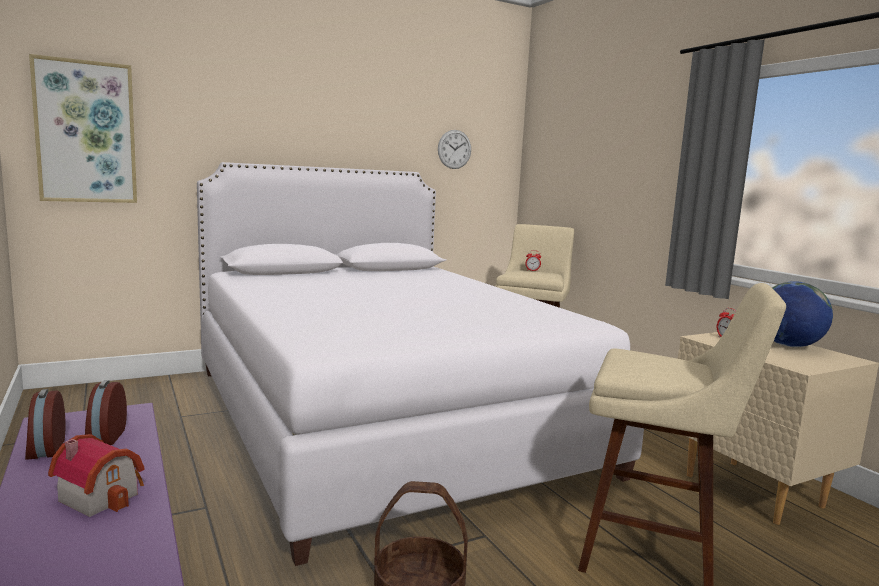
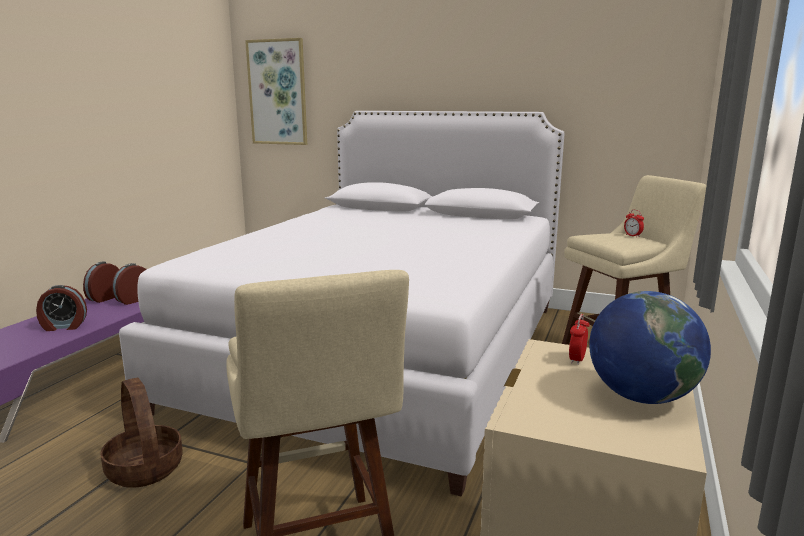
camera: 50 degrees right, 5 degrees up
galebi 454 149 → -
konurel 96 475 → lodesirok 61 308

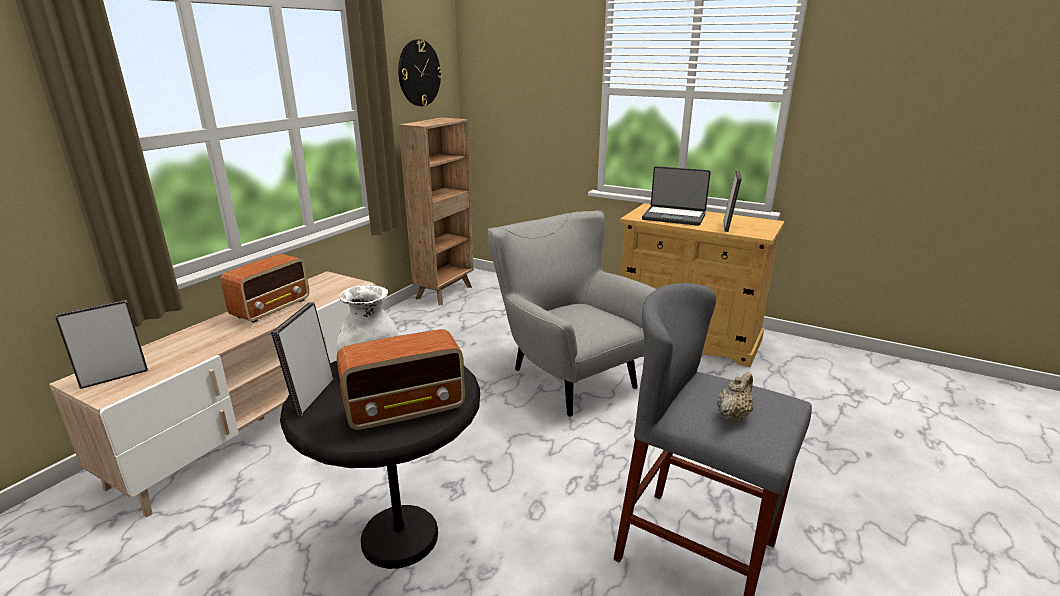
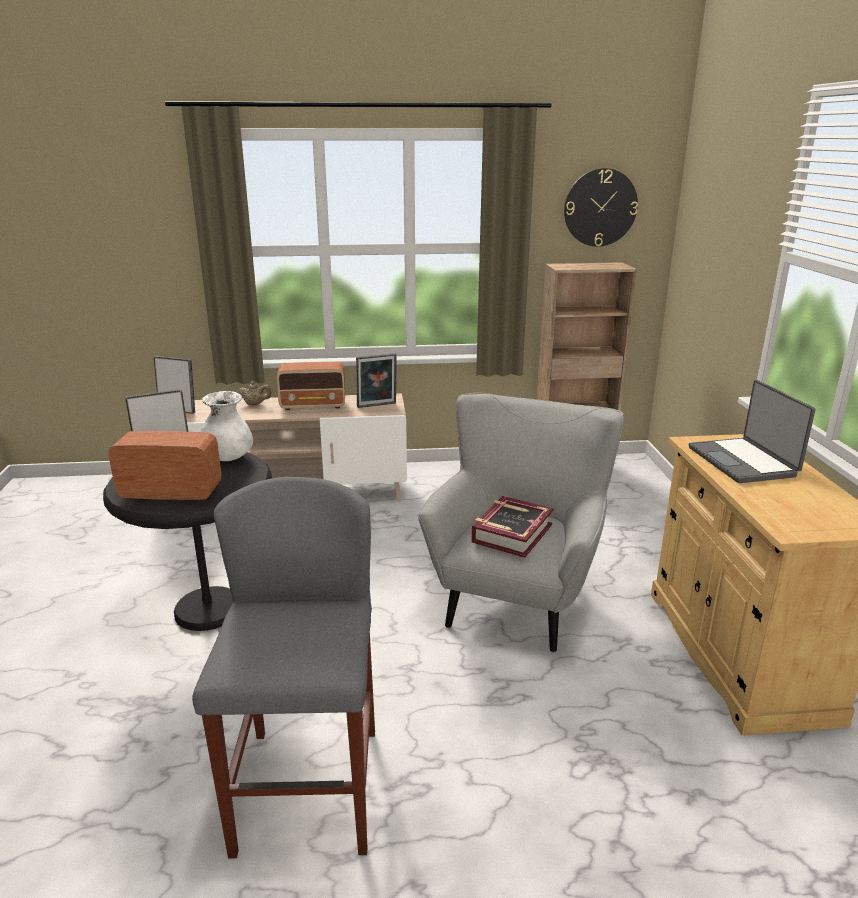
camera: 55 degrees right, 0 degrees up
- → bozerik 512 527
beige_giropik 735 397 → beige_giropik 254 393, move
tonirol 733 201 → tonirol 376 380, move
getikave 401 380 → getikave 165 466, 150 degrees clockwise

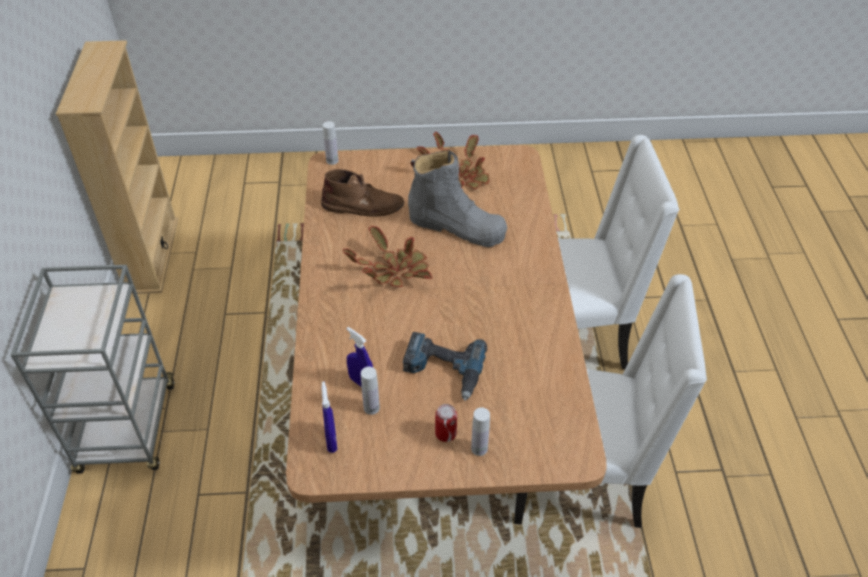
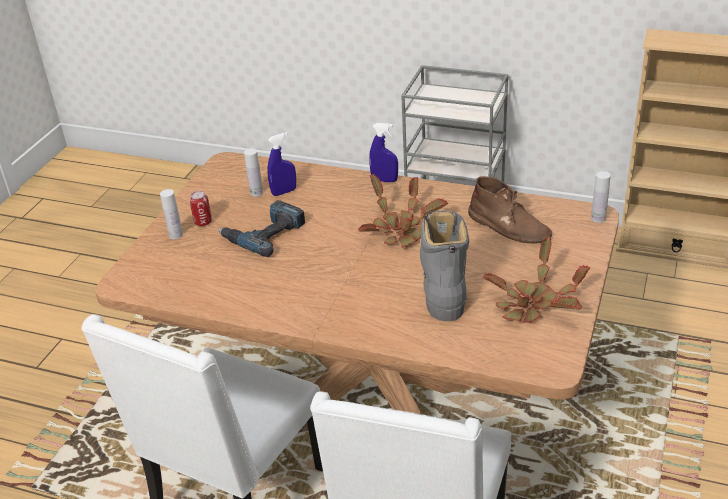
camera: 115 degrees right, 10 degrees down
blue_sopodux 329 417 → blue_sopodux 383 152, move
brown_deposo 362 193 → brown_deposo 510 209, 75 degrees counterclockwise
grey_deposo 457 198 → grey_deposo 444 265, 135 degrees clockwise

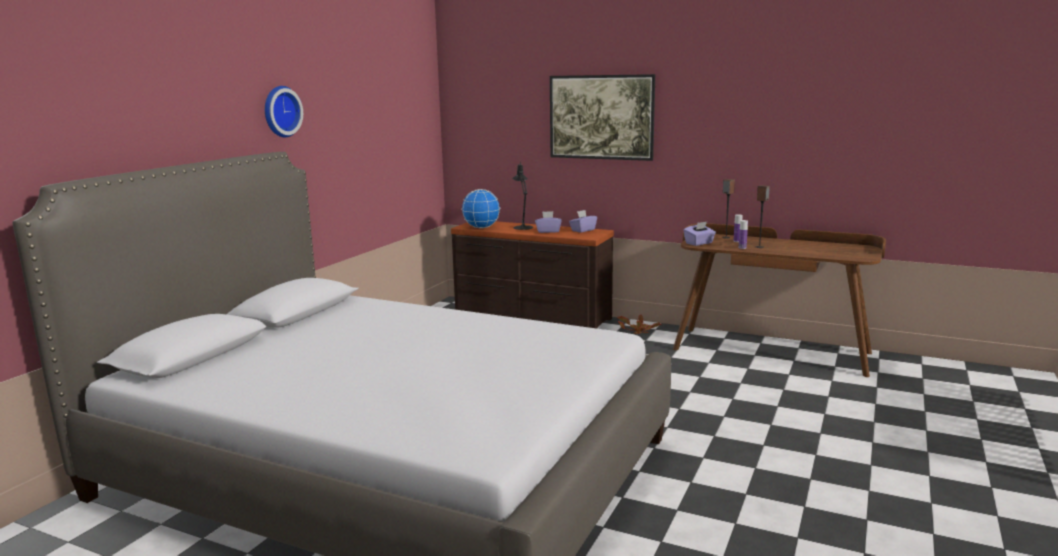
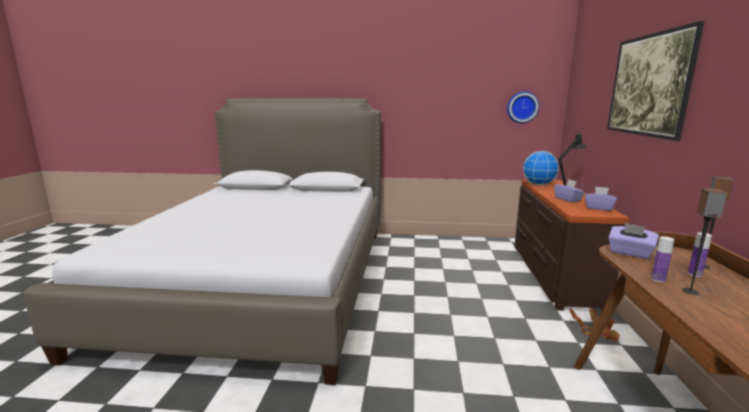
camera: 70 degrees right, 0 degrees up
galebi 284 111 → galebi 523 107, move

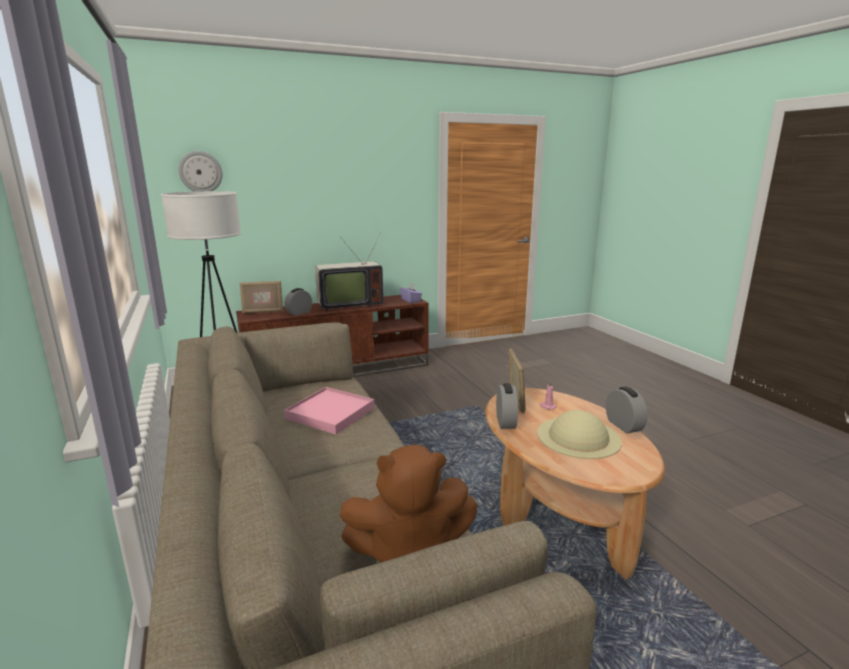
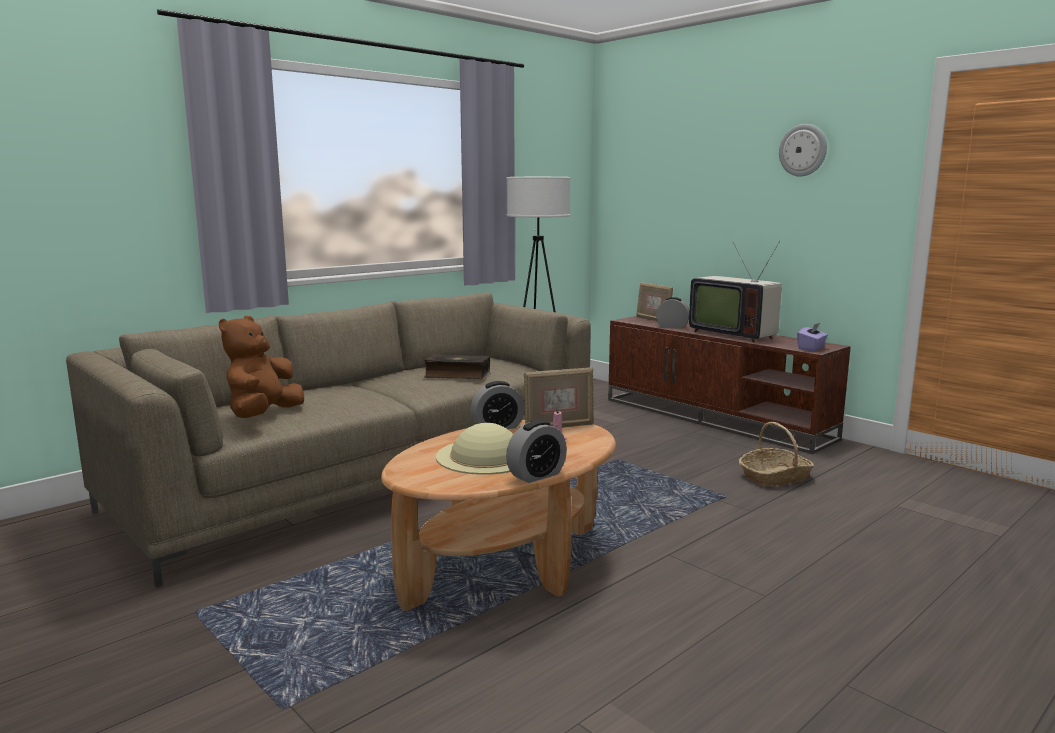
camera: 70 degrees right, 5 degrees down
- → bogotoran 776 454
galebi 200 171 → galebi 803 150, move
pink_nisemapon 329 411 → bozerik 457 366
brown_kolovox 409 503 → brown_kolovox 261 367, 45 degrees clockwise

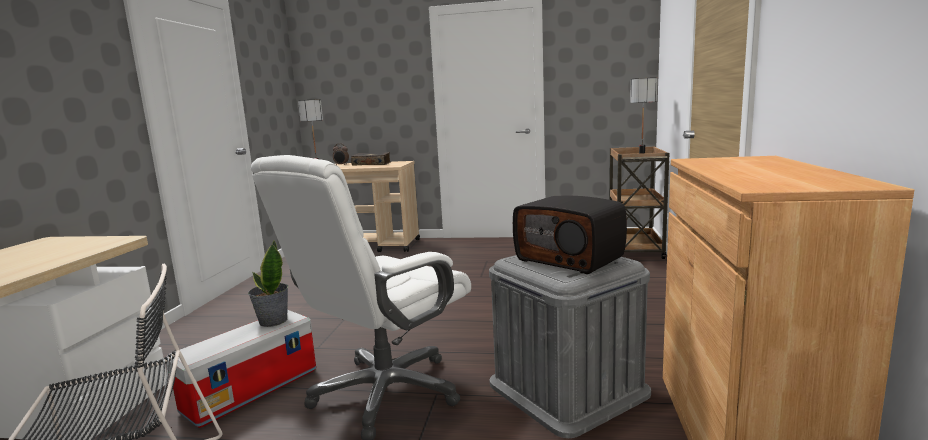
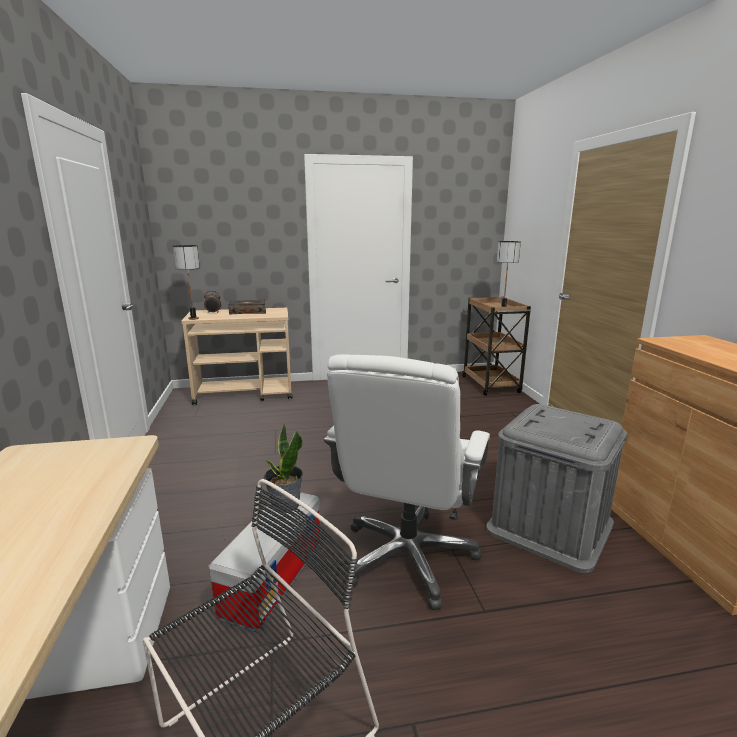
camera: 20 degrees left, 5 degrees up
getikave 570 234 → -

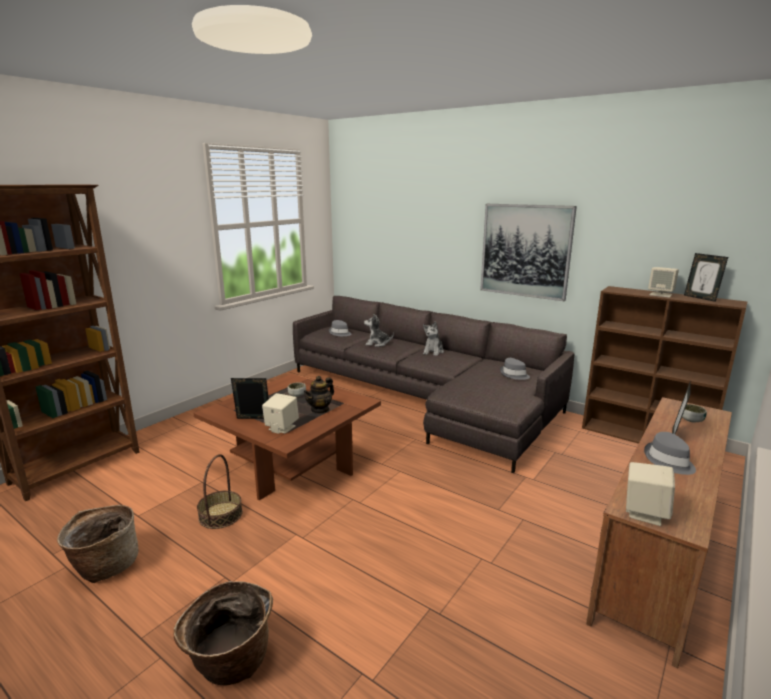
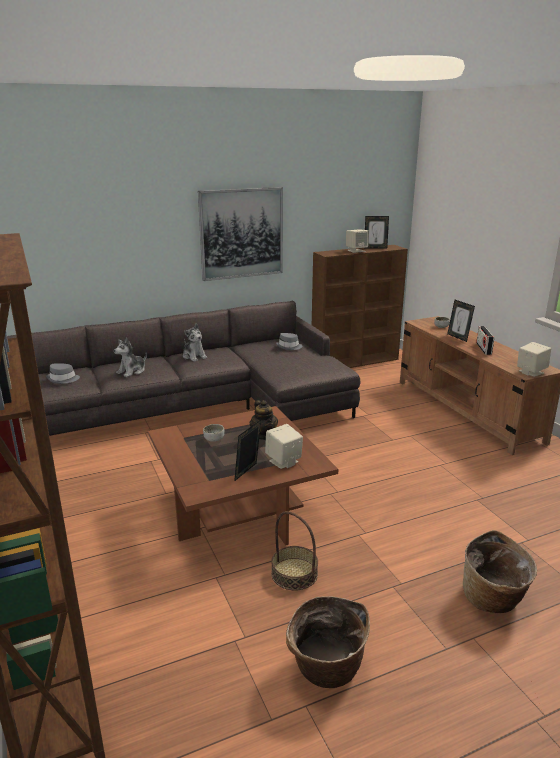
camera: 60 degrees left, 5 degrees up
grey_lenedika 670 453 → getikave 485 340

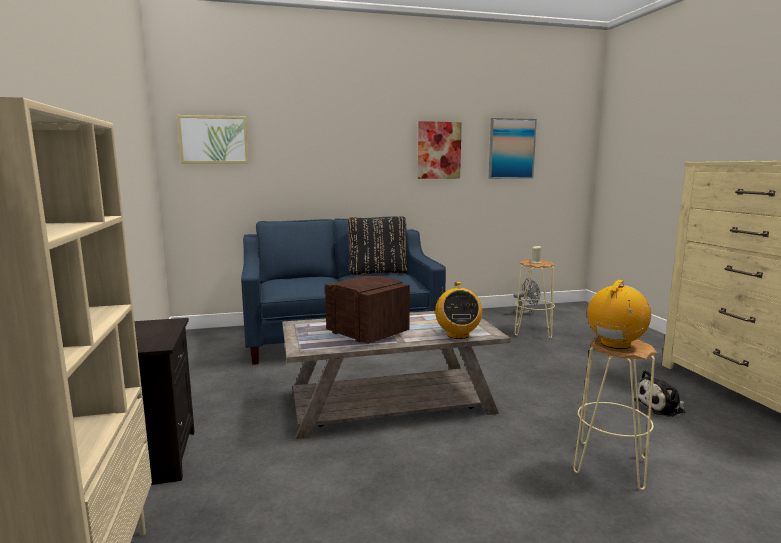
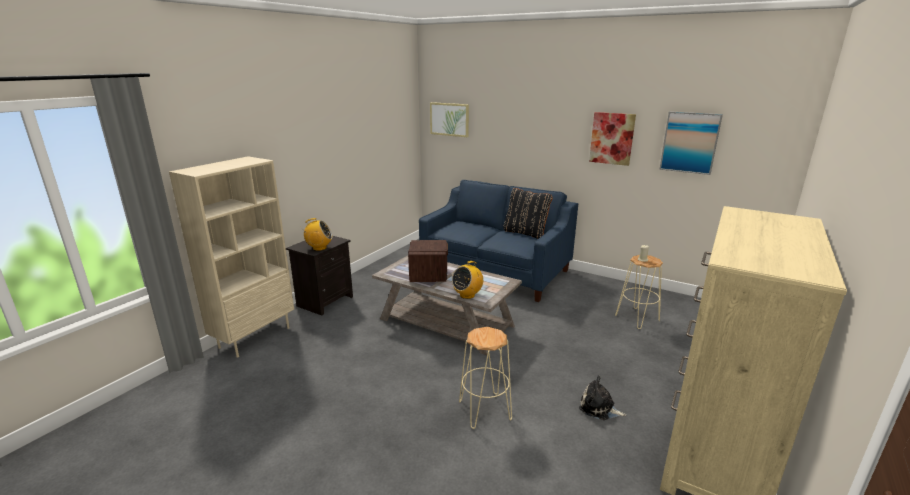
camera: 45 degrees right, 10 degrees up
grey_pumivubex 527 296 → -
getikave 619 314 → getikave 318 234, move

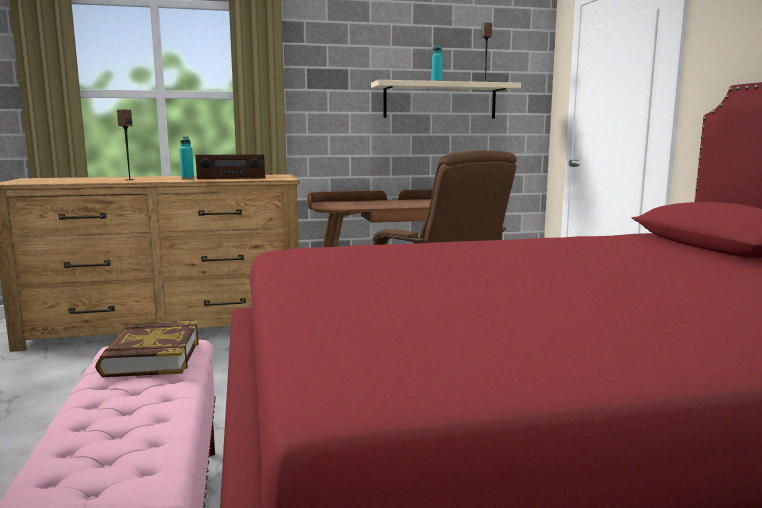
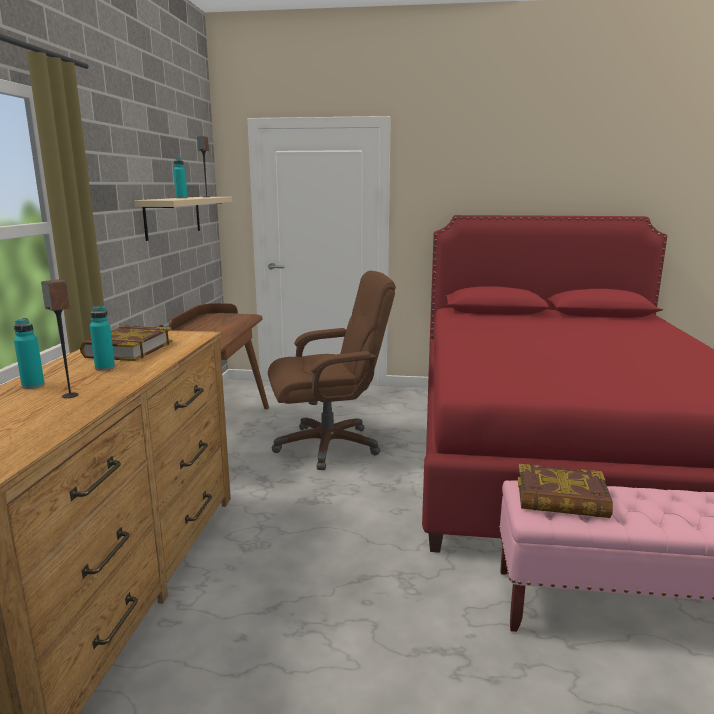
camera: 70 degrees left, 5 degrees up
- → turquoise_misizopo 29 353
getikave 230 166 → bozerik 126 343

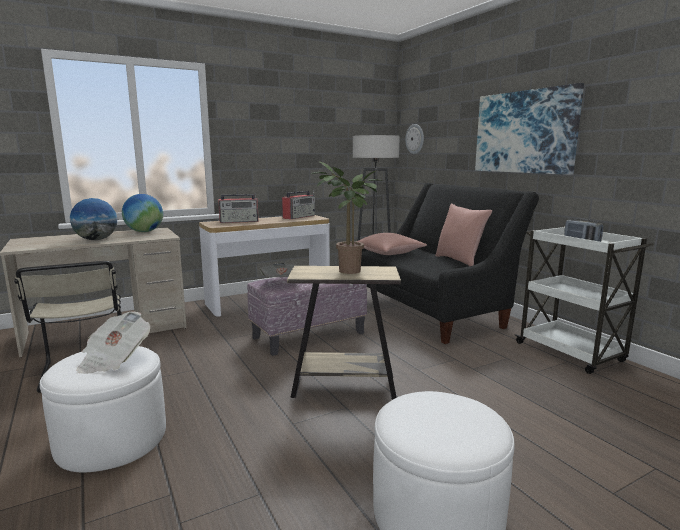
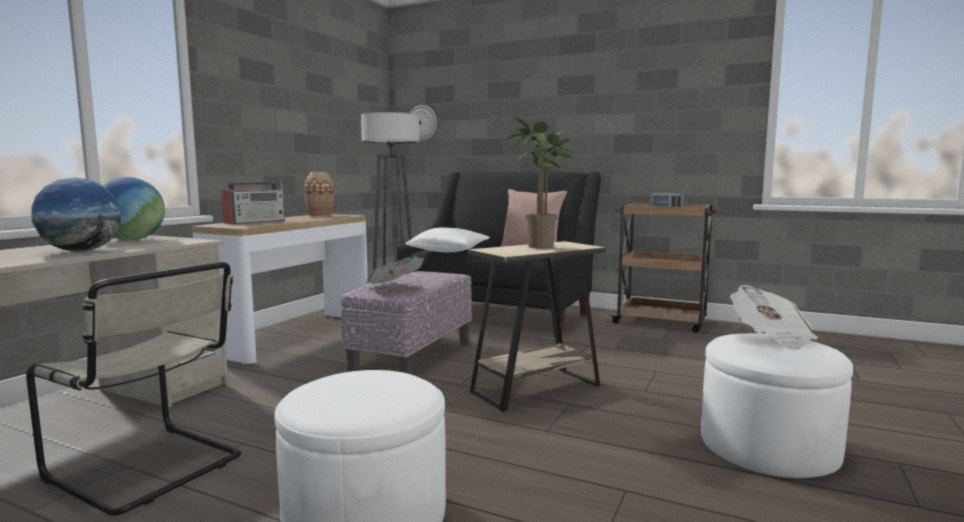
camera: 35 degrees left, 5 degrees down
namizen 529 129 → -
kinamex 113 342 → kinamex 774 317, move
getikave 298 204 → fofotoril 319 194
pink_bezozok 391 244 → white_bezozok 447 239
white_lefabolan 584 300 → brown_lefabolan 665 268

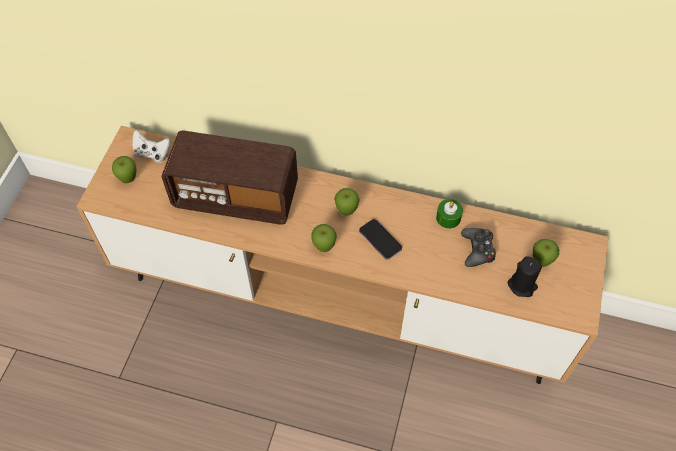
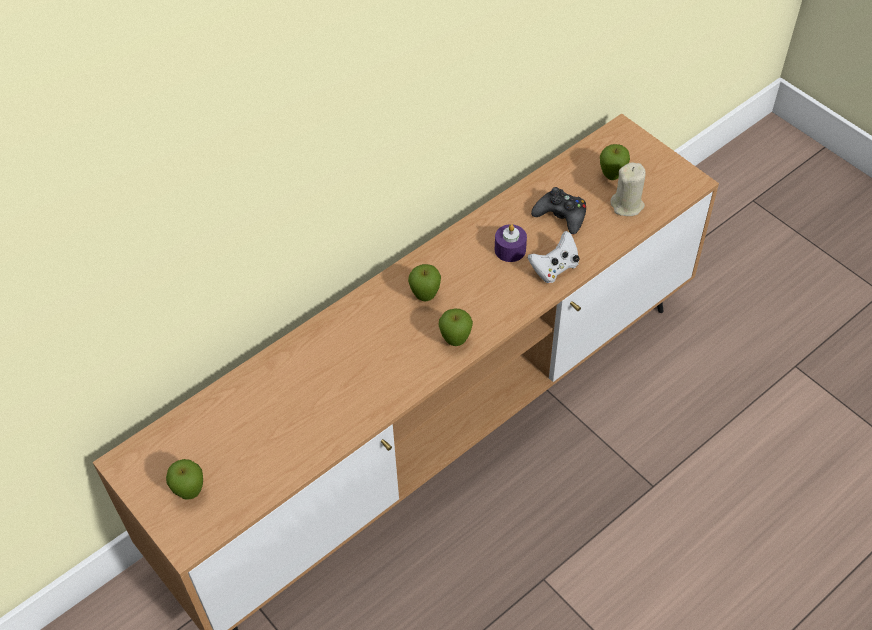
camera: 55 degrees left, 5 degrees down
getikave 230 178 → -
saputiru 380 239 → -
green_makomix 449 214 → -
- → purple_makomix 511 243
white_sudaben 151 146 → white_sudaben 554 257, move
black_makomix 525 276 → beige_makomix 628 189

